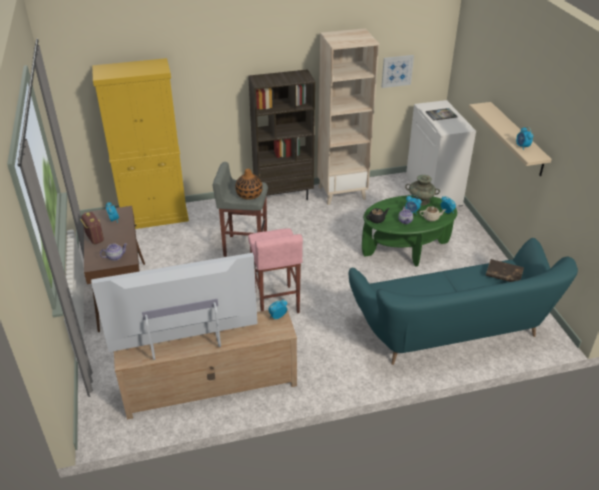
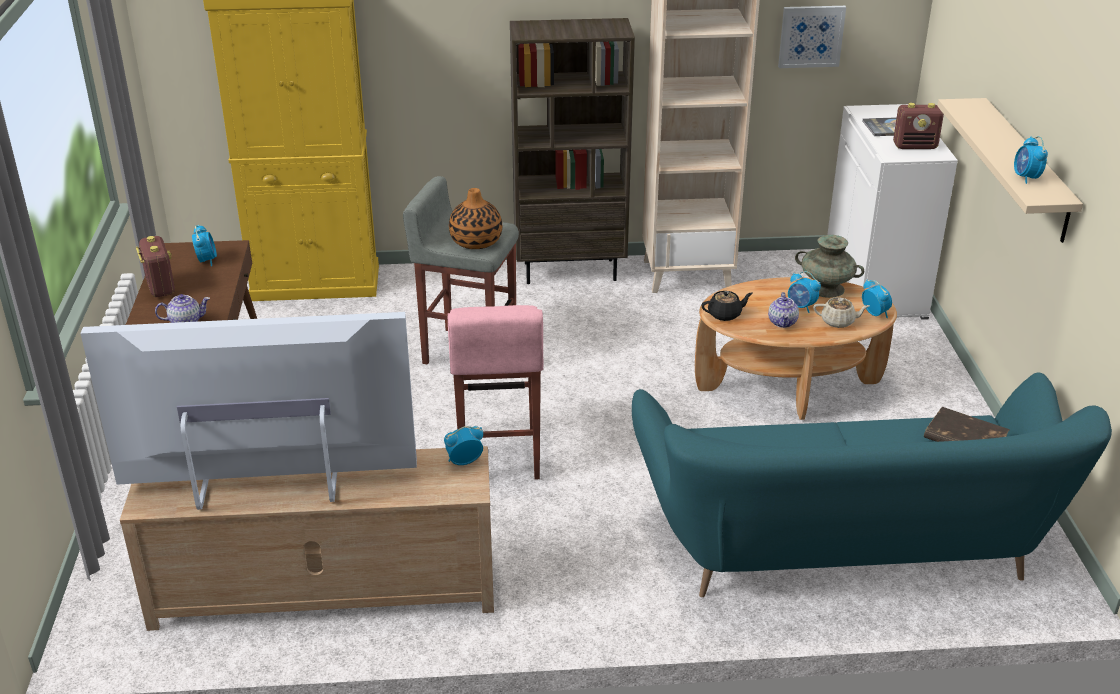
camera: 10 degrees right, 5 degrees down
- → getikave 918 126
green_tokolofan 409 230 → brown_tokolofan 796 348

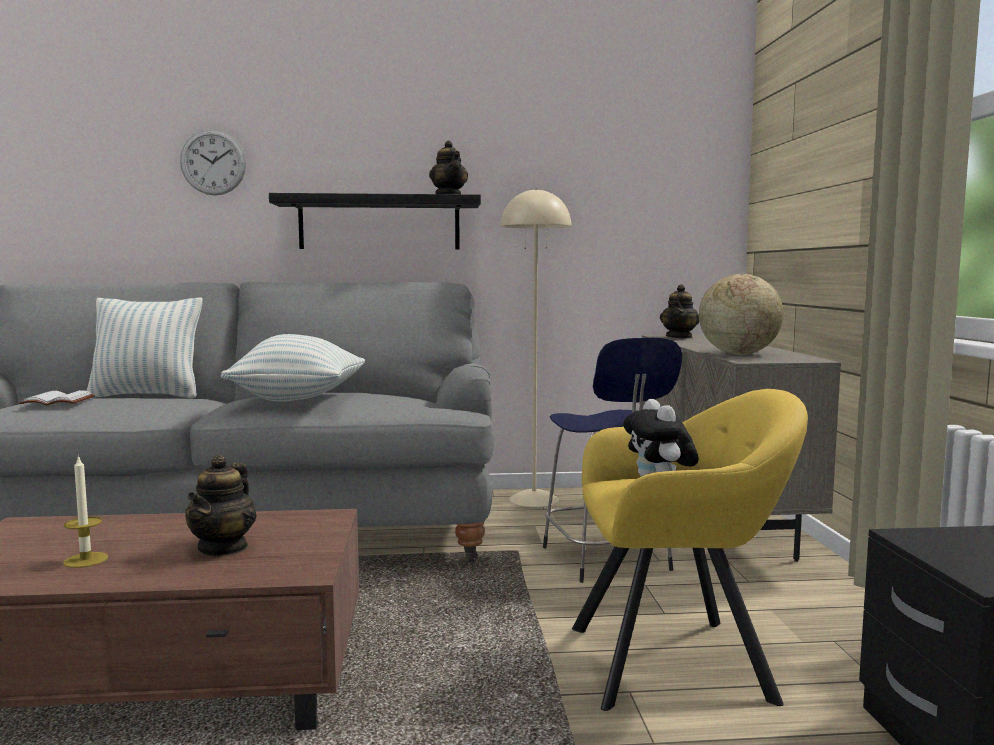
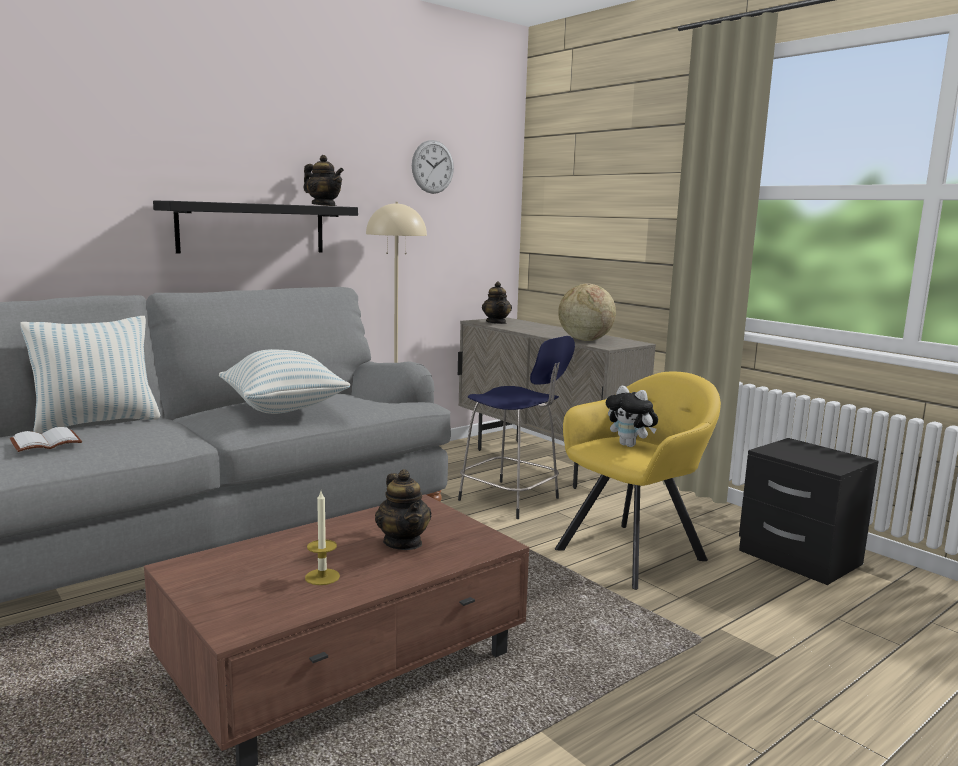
camera: 35 degrees left, 5 degrees up
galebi 213 162 → galebi 433 167, move

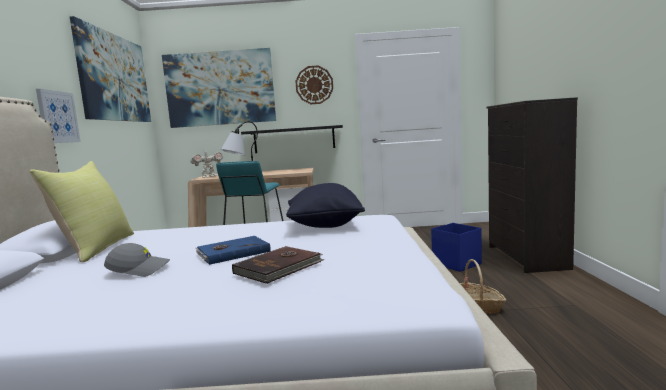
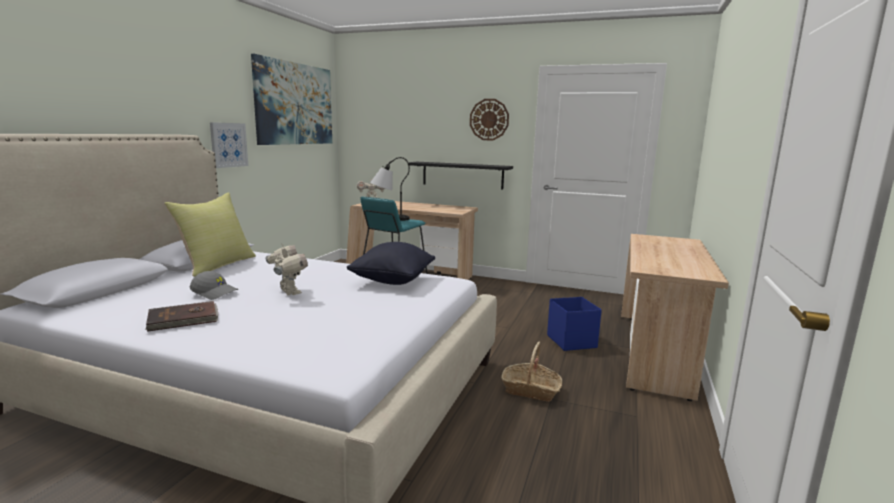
camera: 20 degrees right, 5 degrees up
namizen 219 88 → -
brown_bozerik 278 265 → brown_bozerik 181 316, move
blue_bozerik 233 250 → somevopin 287 269
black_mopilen 532 185 → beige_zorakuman 675 317

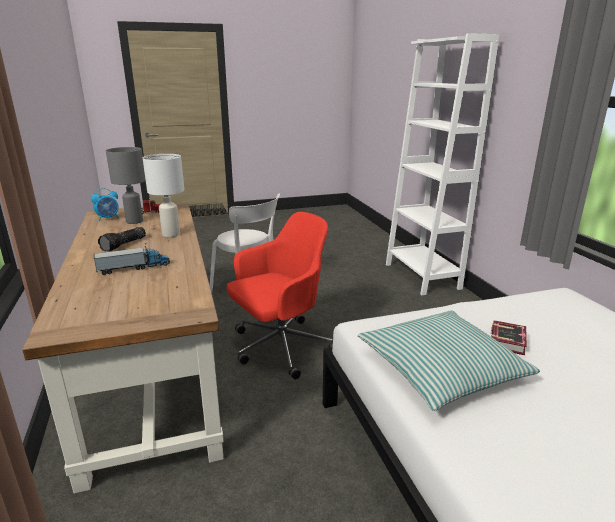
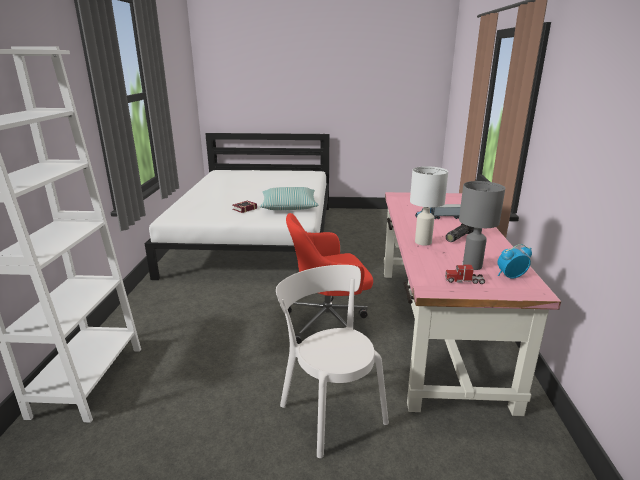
camera: 160 degrees left, 0 degrees up
brown_zorakuman 123 348 → pink_zorakuman 472 304

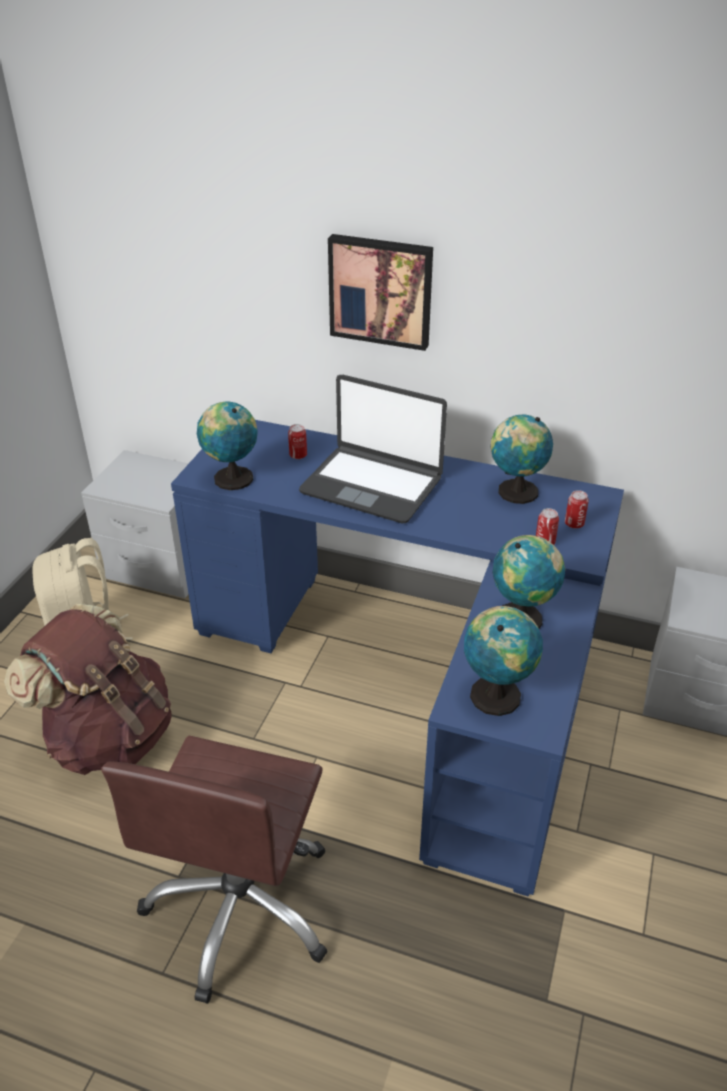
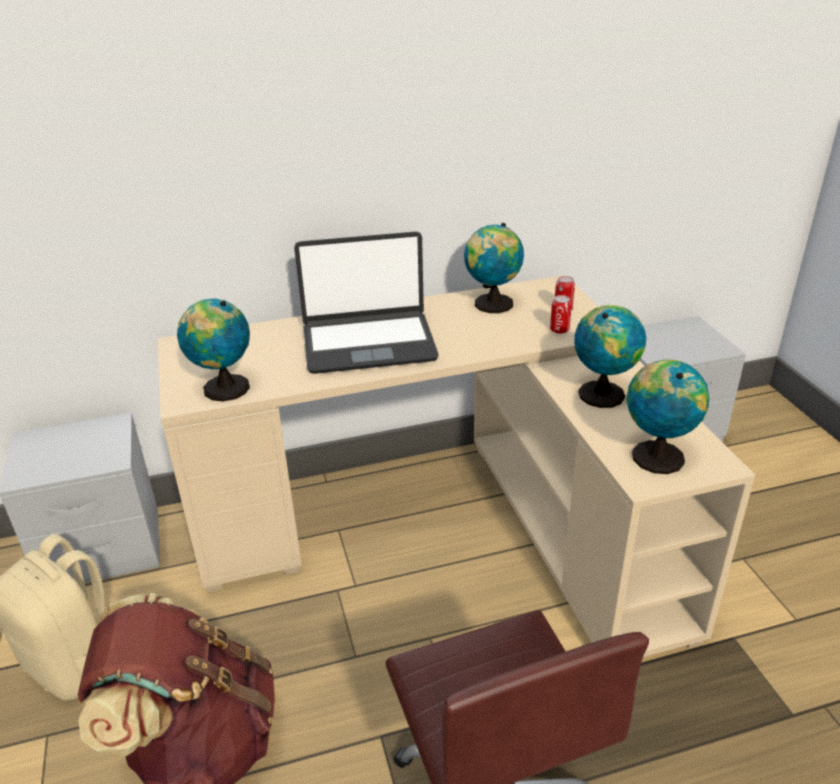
camera: 35 degrees left, 5 degrees down
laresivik 297 441 → -
namizen 380 292 → -
blue_zorakuman 397 658 → beige_zorakuman 456 466

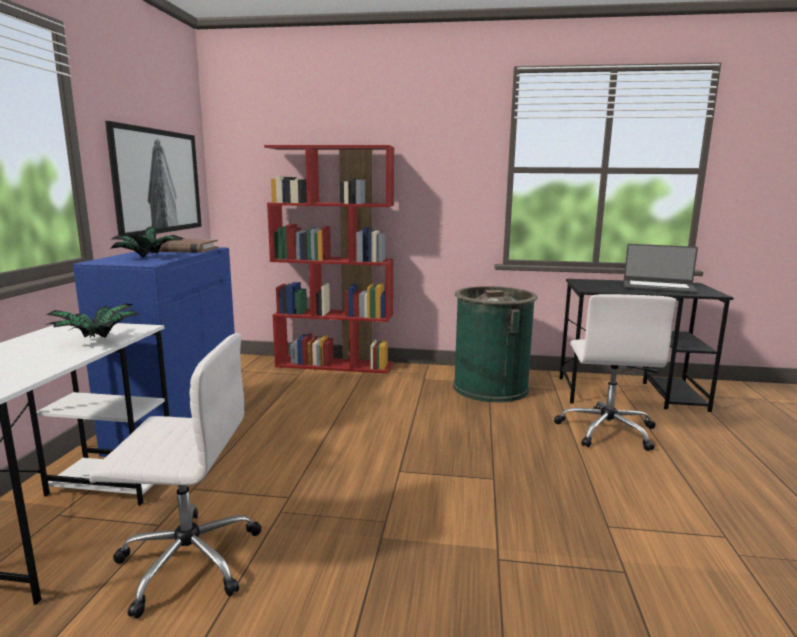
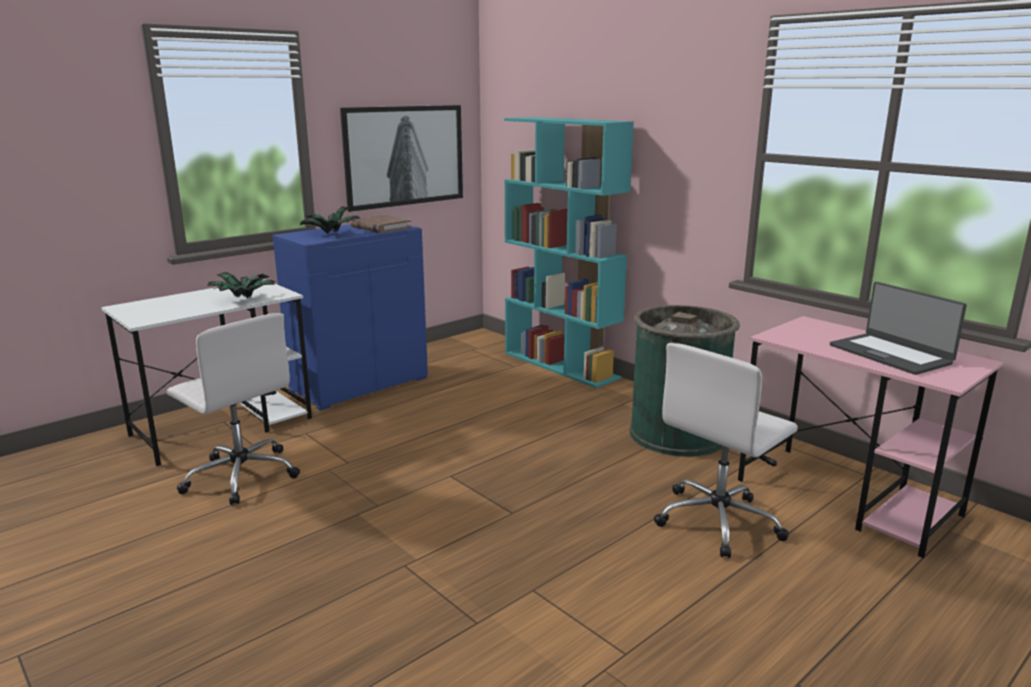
camera: 40 degrees right, 5 degrees up
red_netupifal 329 259 → turquoise_netupifal 569 252
black_zorakuman 646 345 → pink_zorakuman 871 437

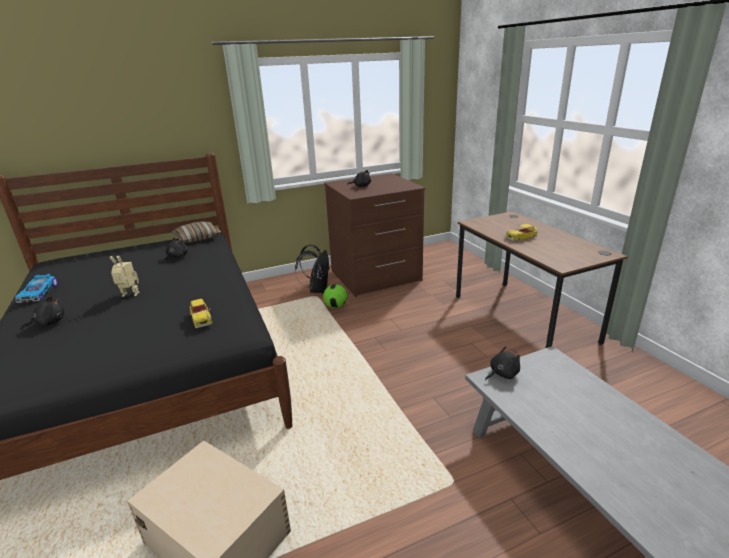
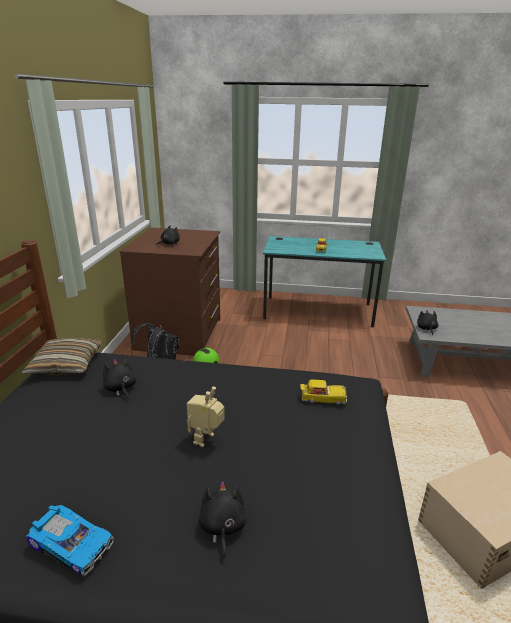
camera: 60 degrees left, 0 degrees up
brown_zorakuman 542 279 → turquoise_zorakuman 324 281

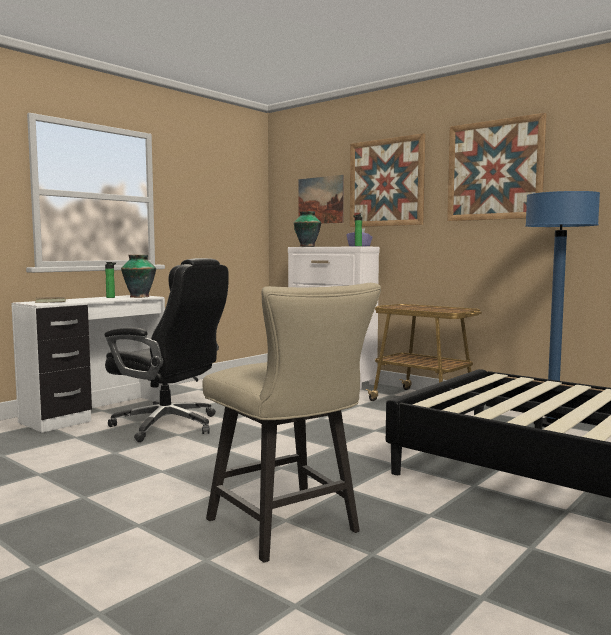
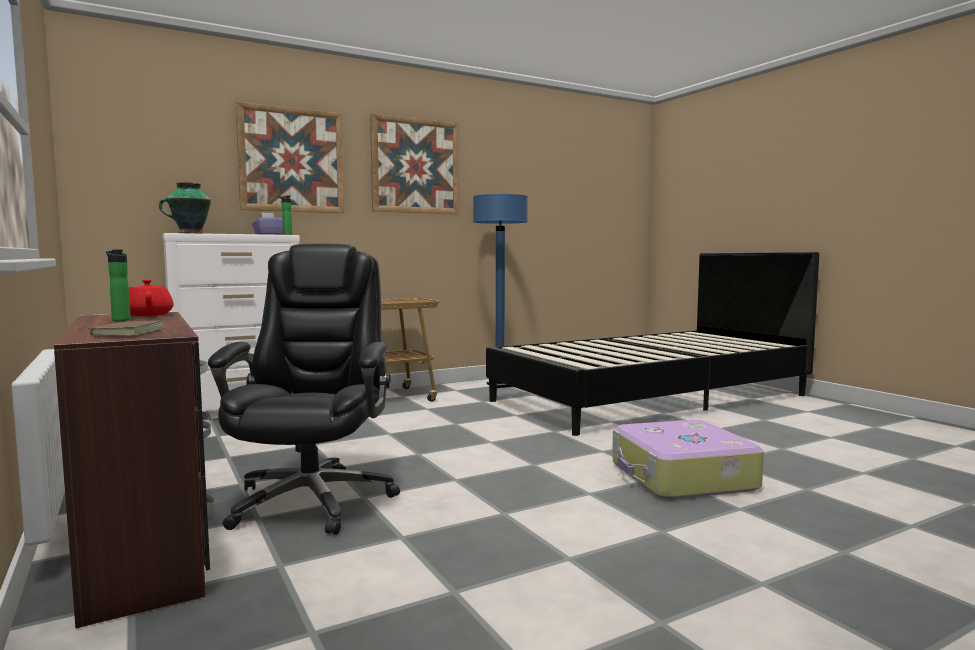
camera: 70 degrees left, 0 degrees up
namizen 321 199 → -
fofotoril 138 276 → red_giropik 151 298
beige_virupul 292 423 → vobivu 688 459
white_zorakuman 88 364 → brown_zorakuman 134 470
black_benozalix 167 350 → black_benozalix 304 389, 45 degrees counterclockwise

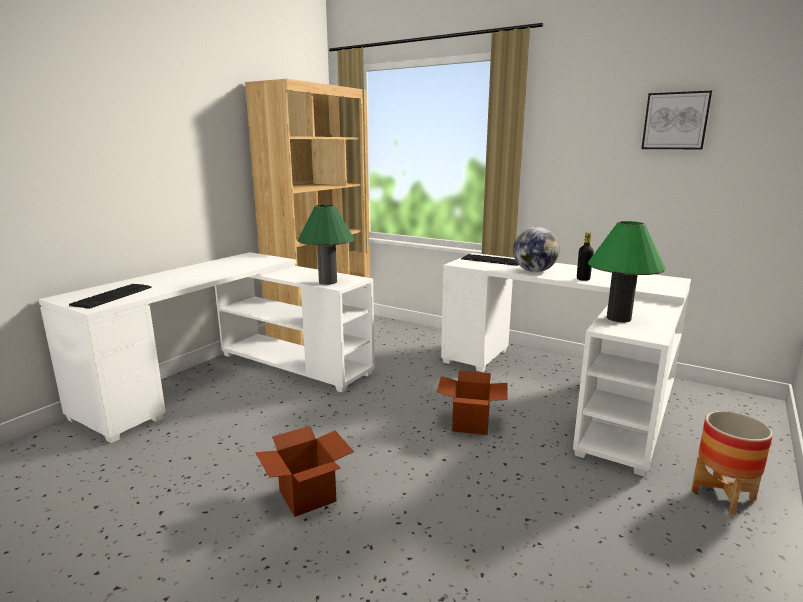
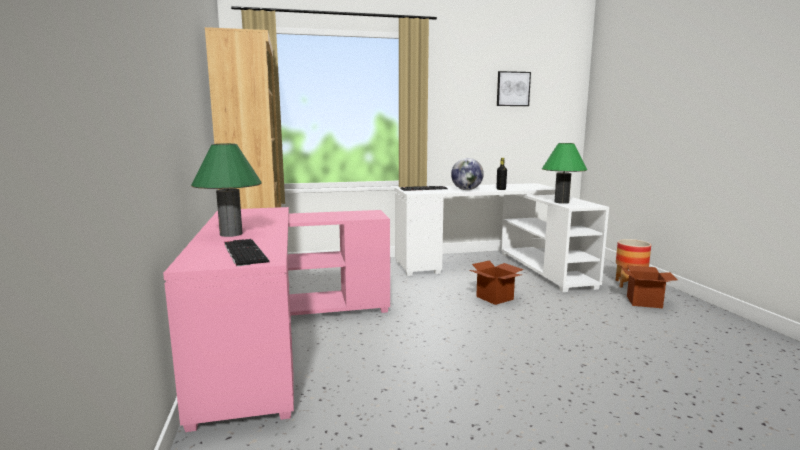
camera: 45 degrees left, 5 degrees down
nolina 304 471 → nolina 649 286, move
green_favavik 326 245 → green_favavik 226 190, move
white_zorakuman 206 347 → pink_zorakuman 276 319

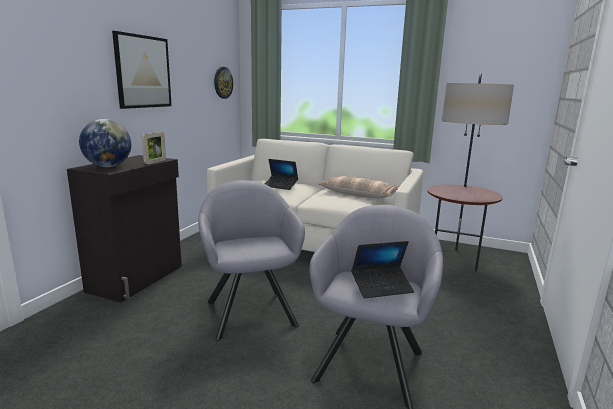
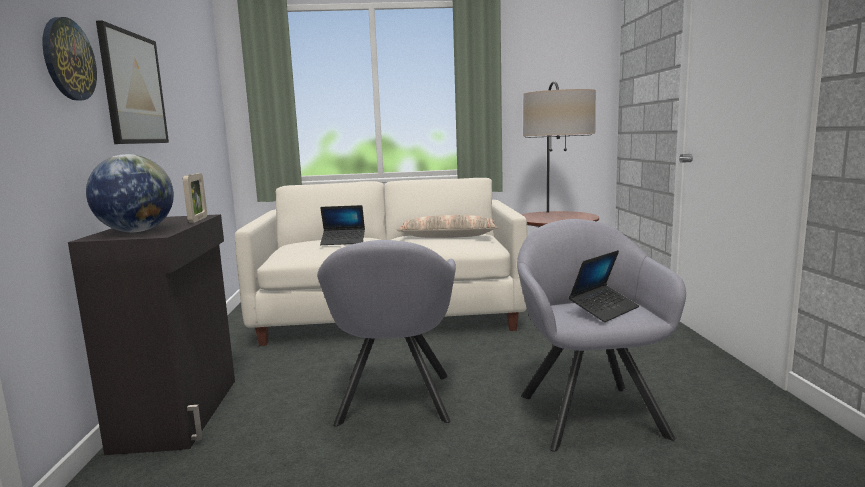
camera: 25 degrees left, 5 degrees down
galebi 223 83 → galebi 69 59, move
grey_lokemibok 251 260 → grey_lokemibok 386 333, 135 degrees counterclockwise

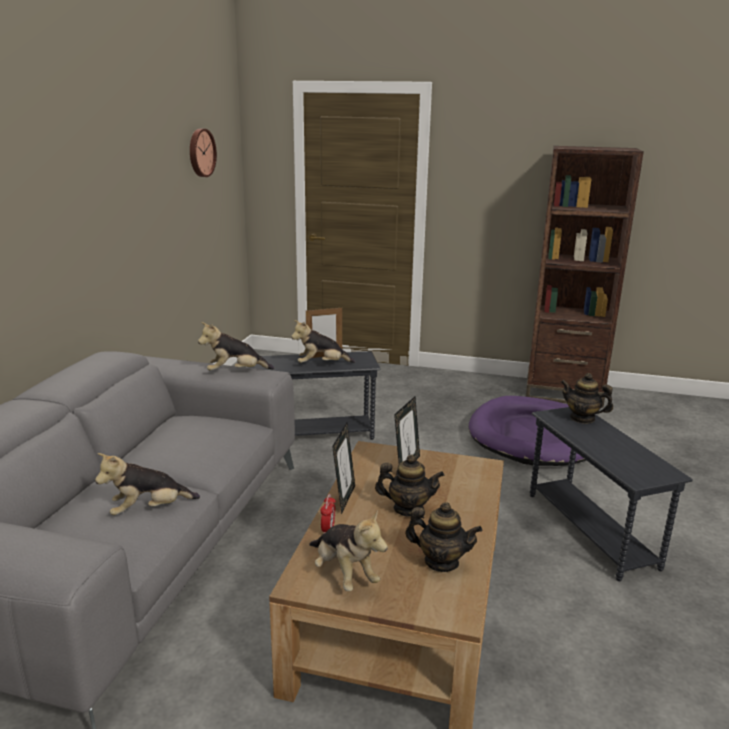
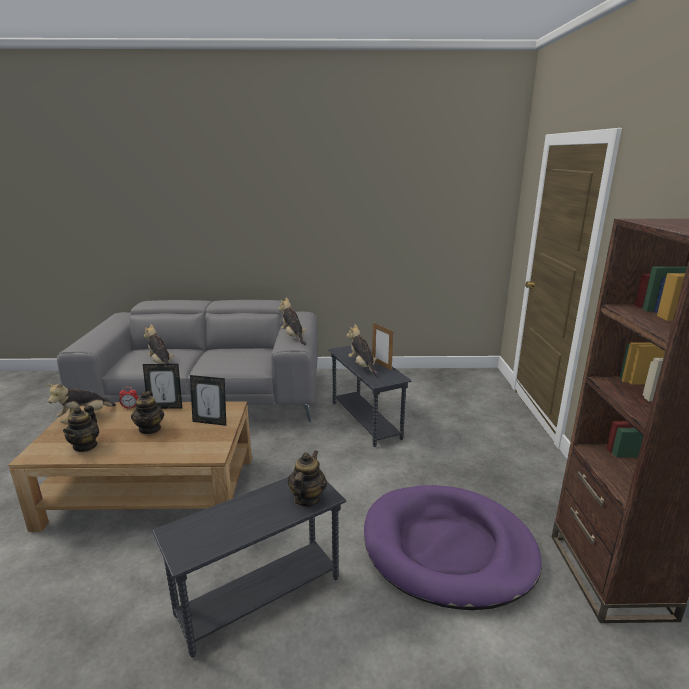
camera: 75 degrees right, 0 degrees up
galebi 203 153 → -

